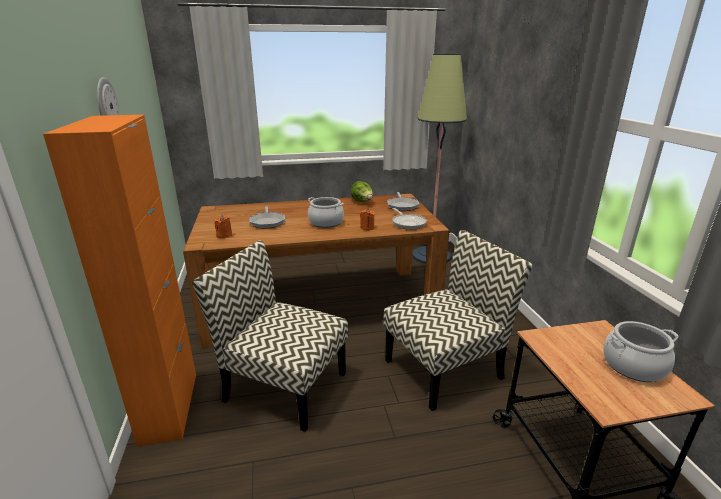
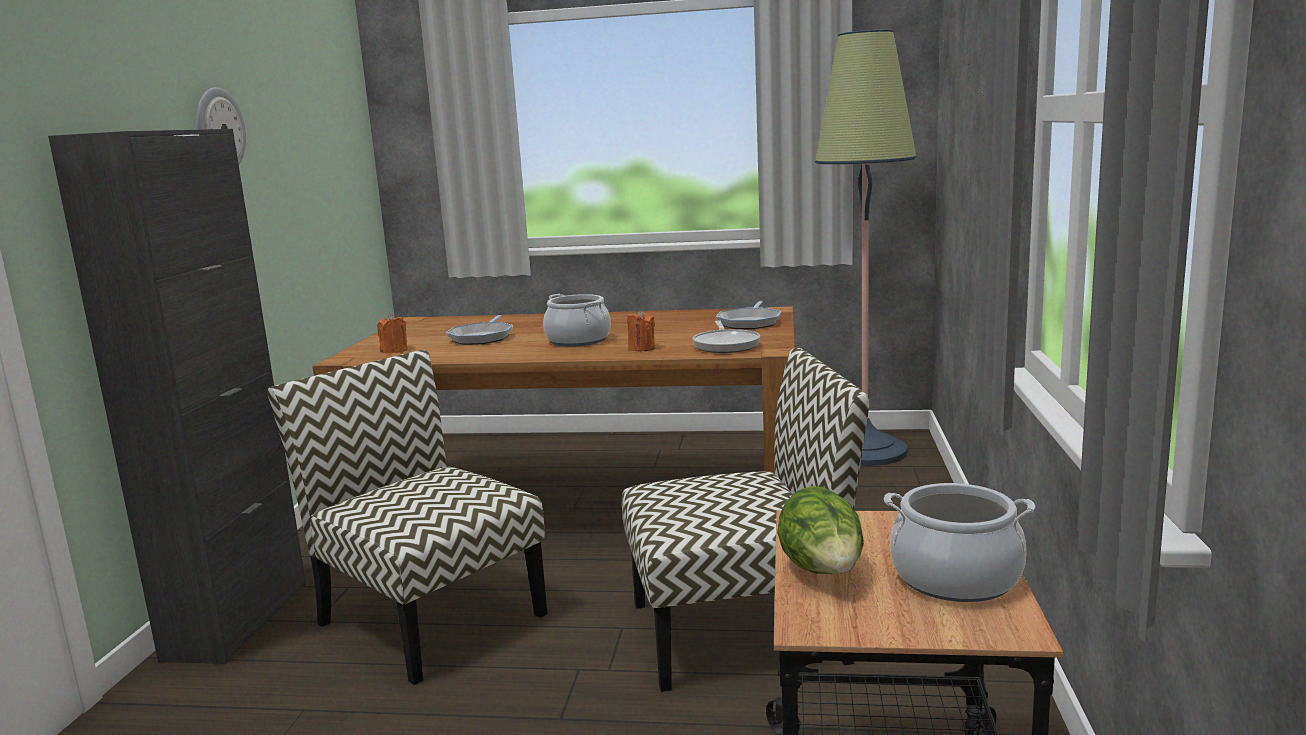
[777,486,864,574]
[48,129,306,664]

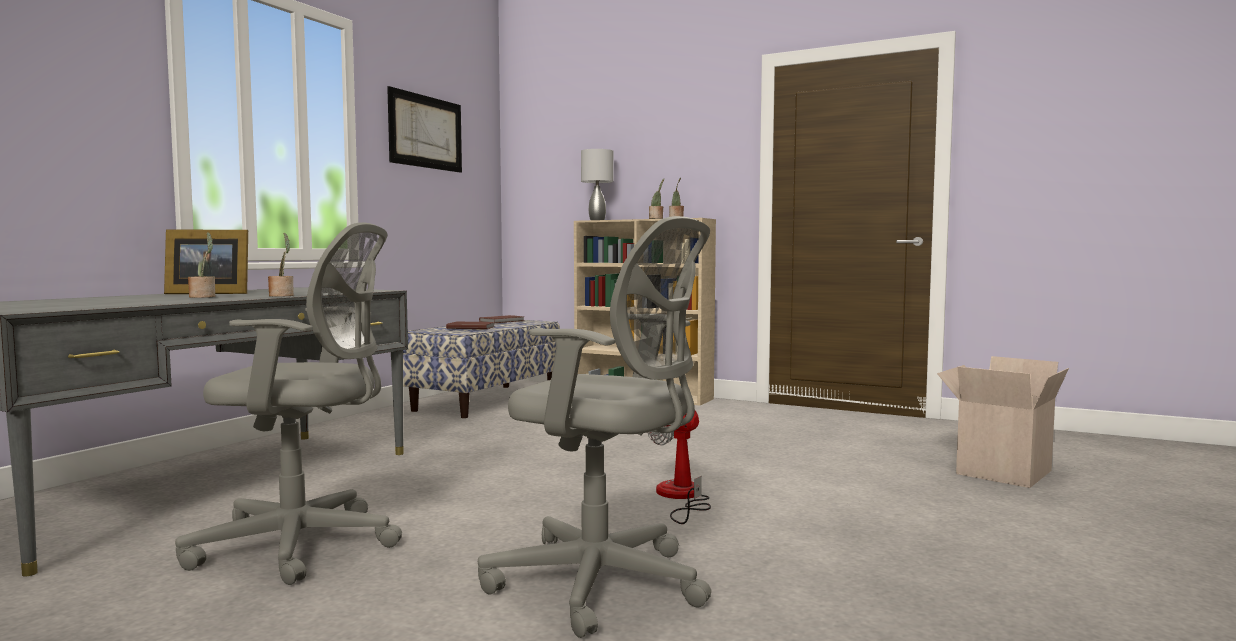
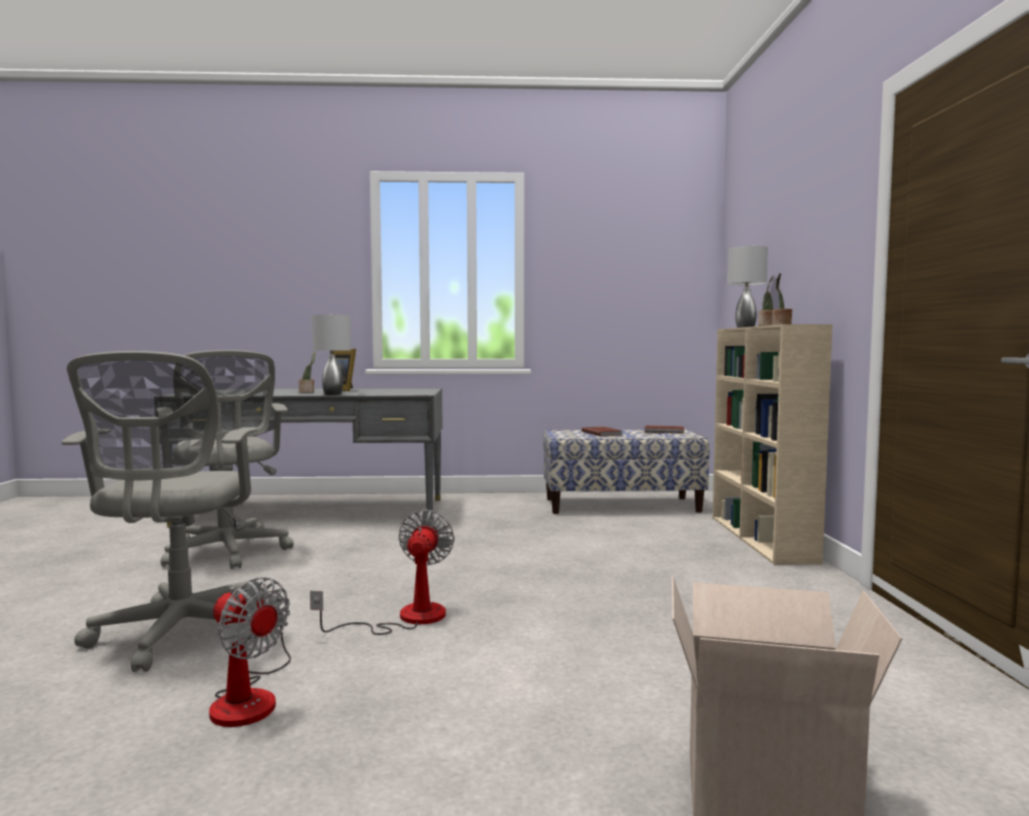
[387,86,462,173] (first image)
[209,577,291,727]
[312,314,351,395]

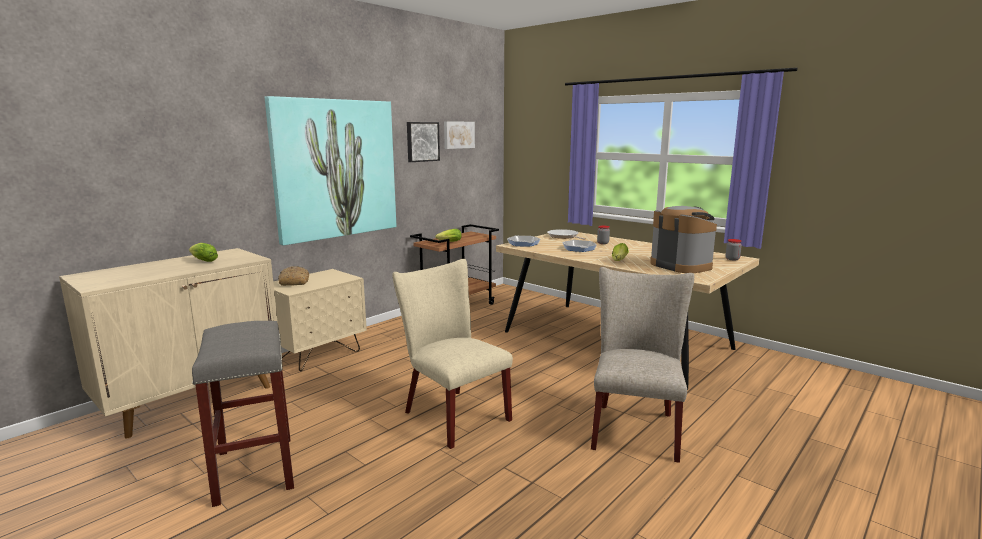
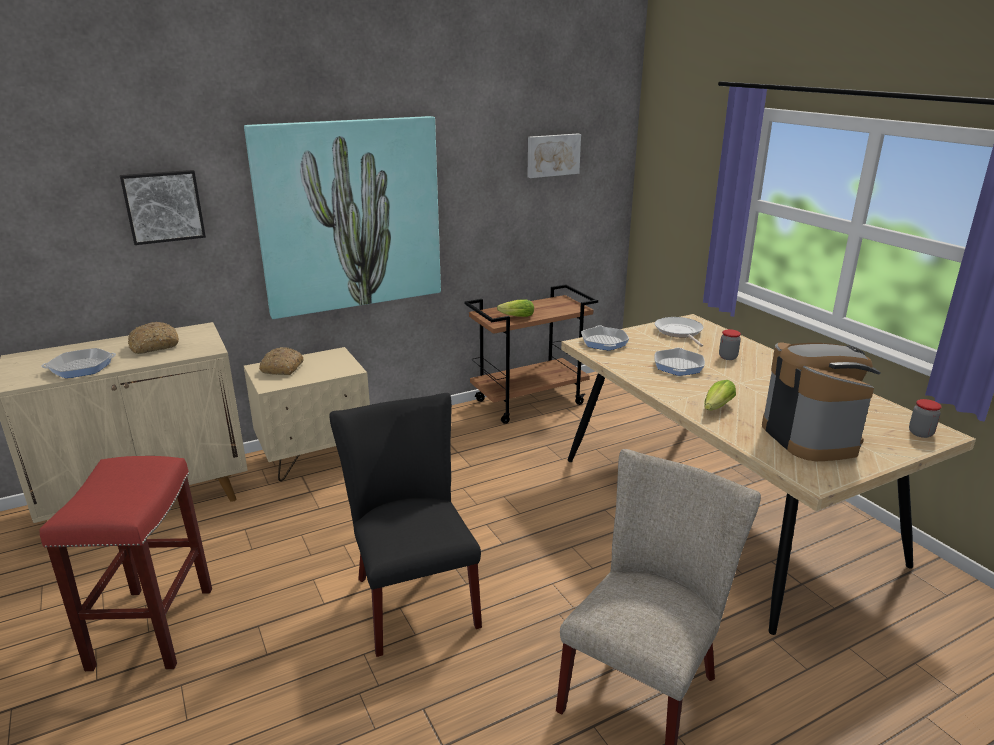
[41,348,116,378]
[120,170,206,245]
[128,322,179,354]
[40,456,212,671]
[329,393,482,657]

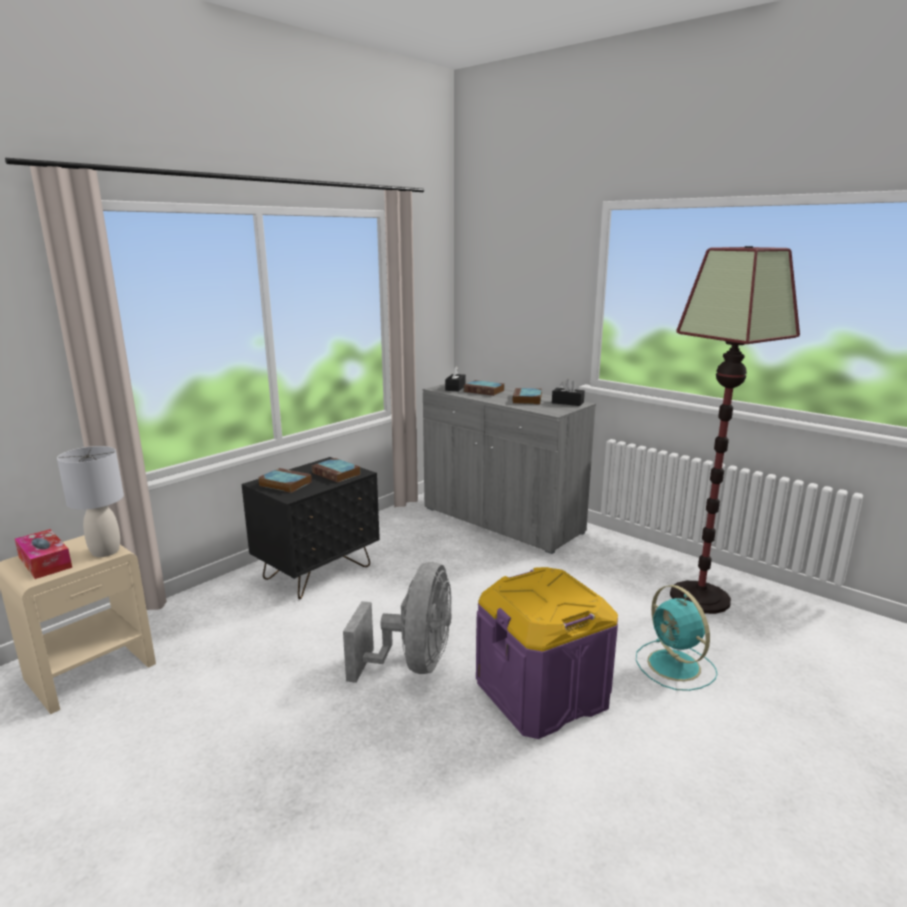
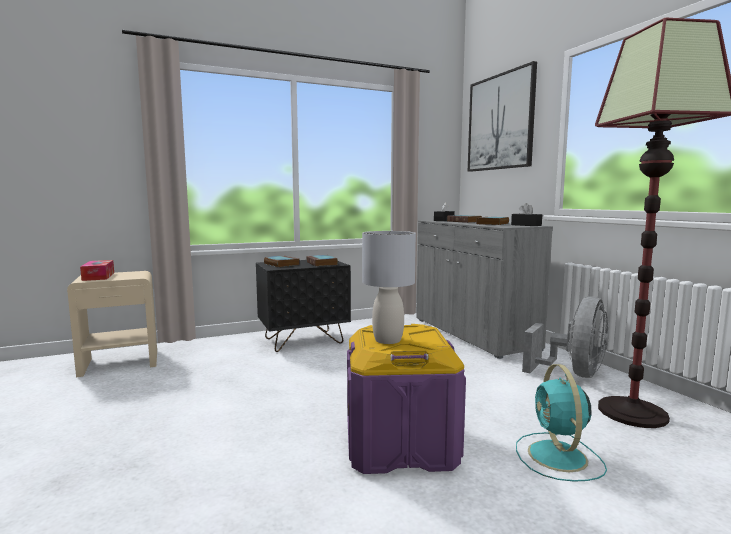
[468,61,537,172]
[362,231,416,344]
[522,296,609,378]

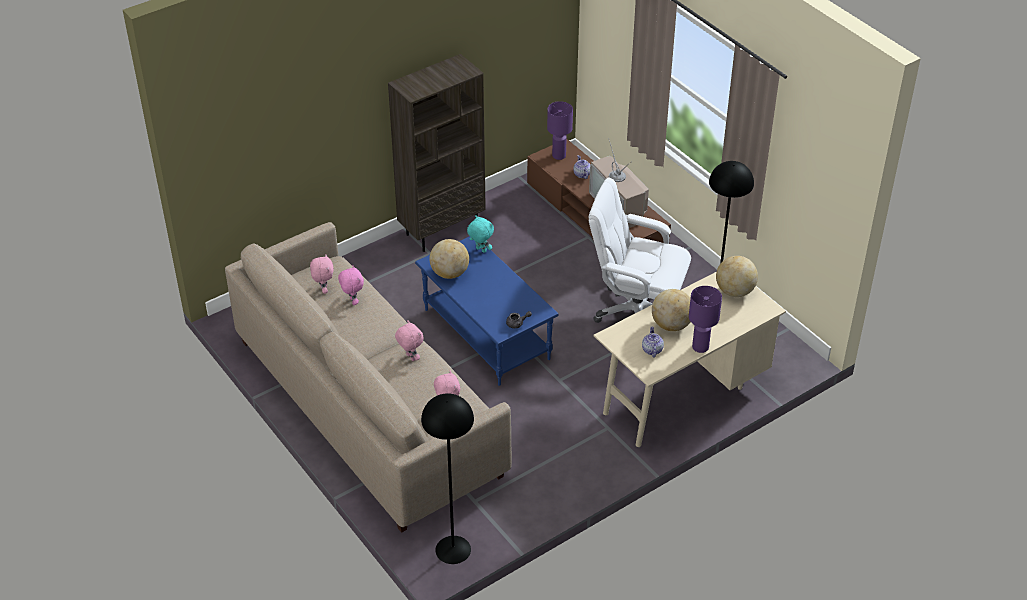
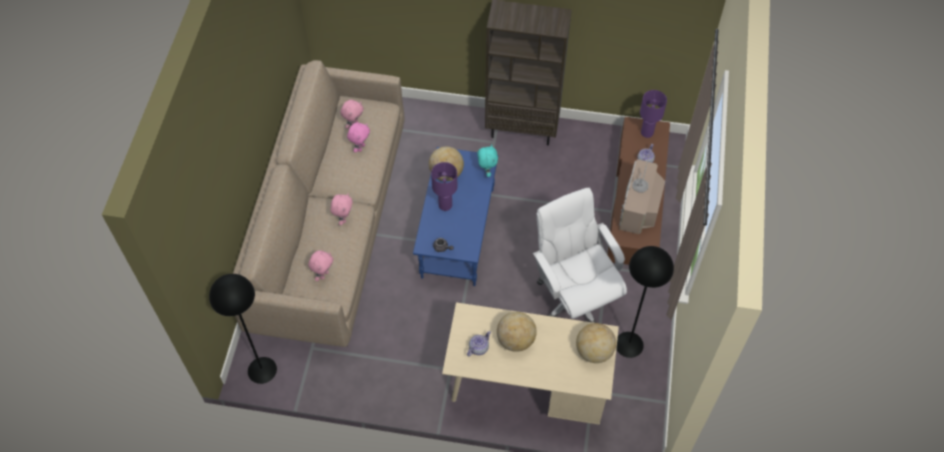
[431,162,457,211]

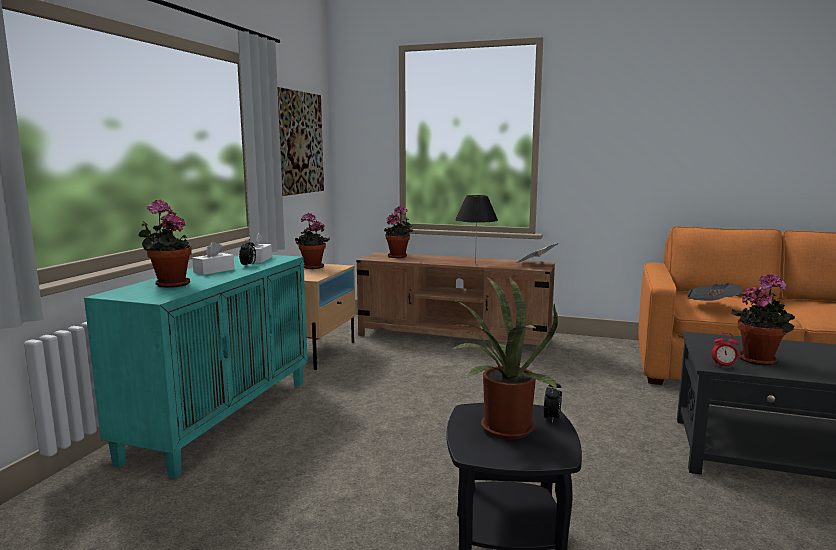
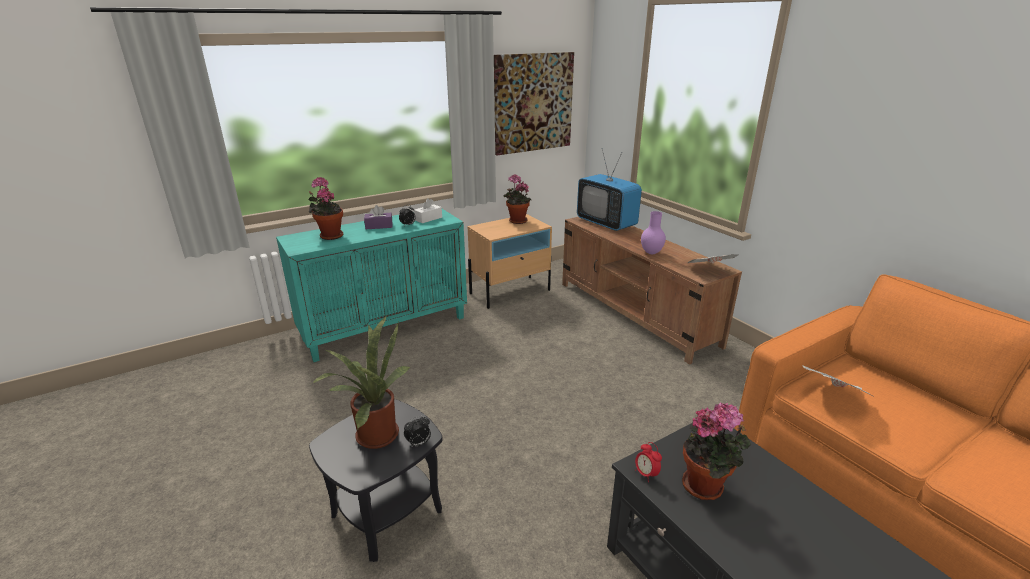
[577,149,642,231]
[641,211,666,254]
[364,205,392,229]

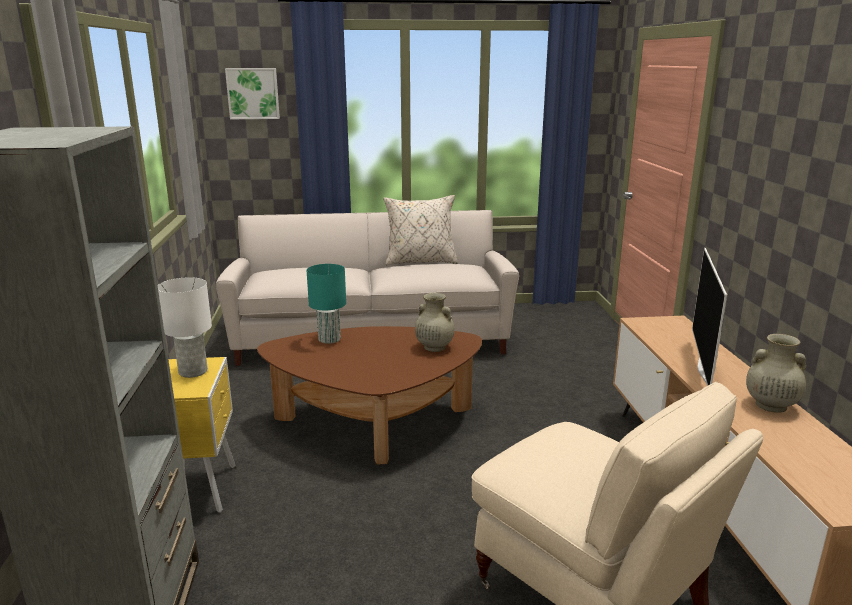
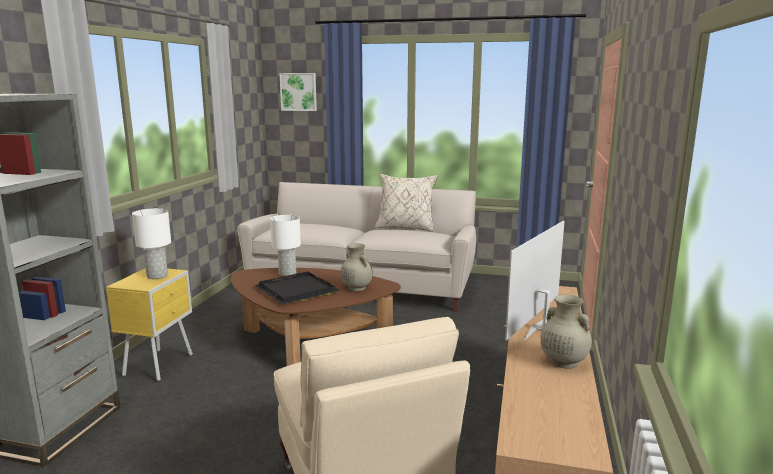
[254,271,340,304]
[270,215,301,276]

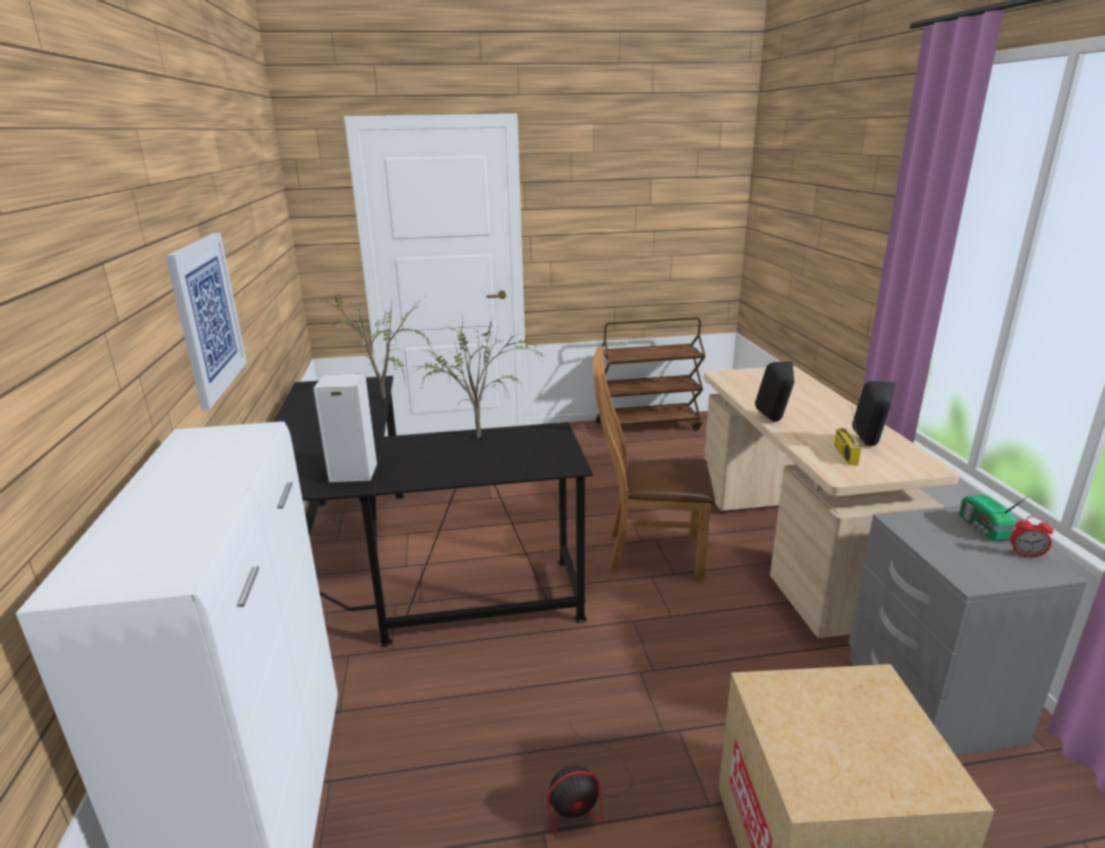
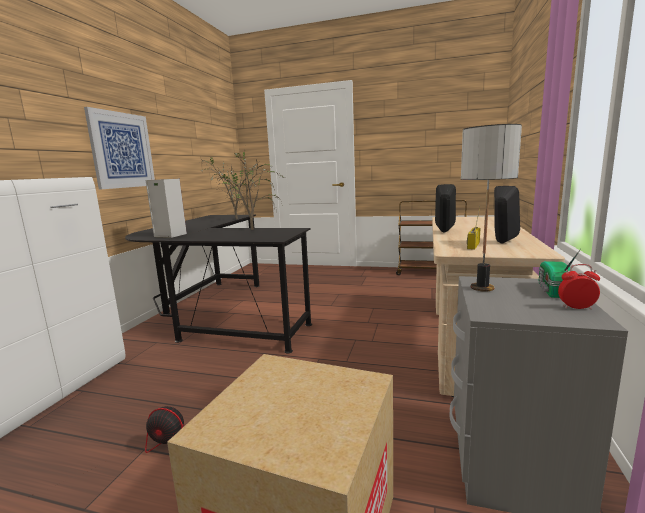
[593,346,715,580] (first image)
[461,124,522,292]
[558,264,600,310]

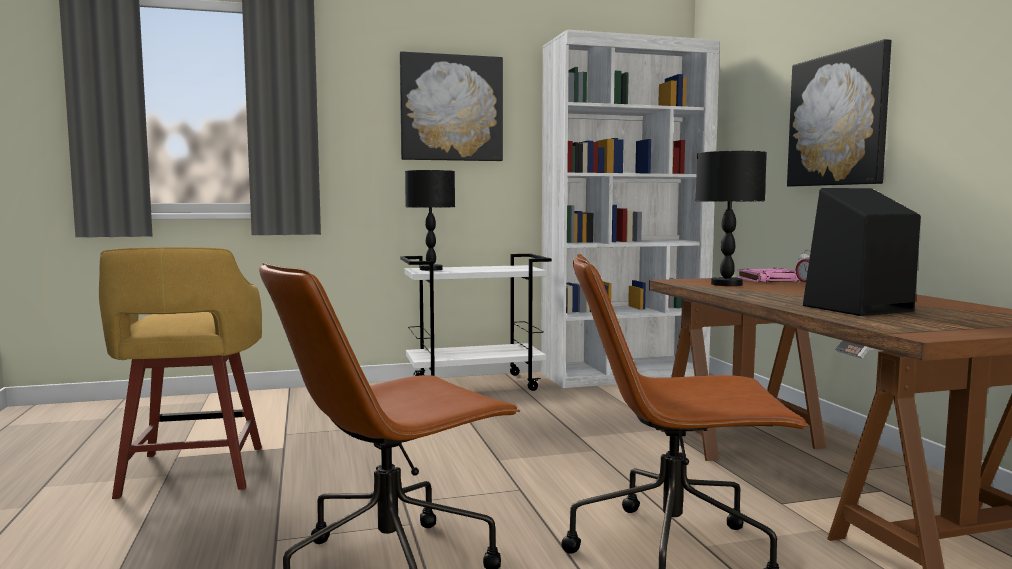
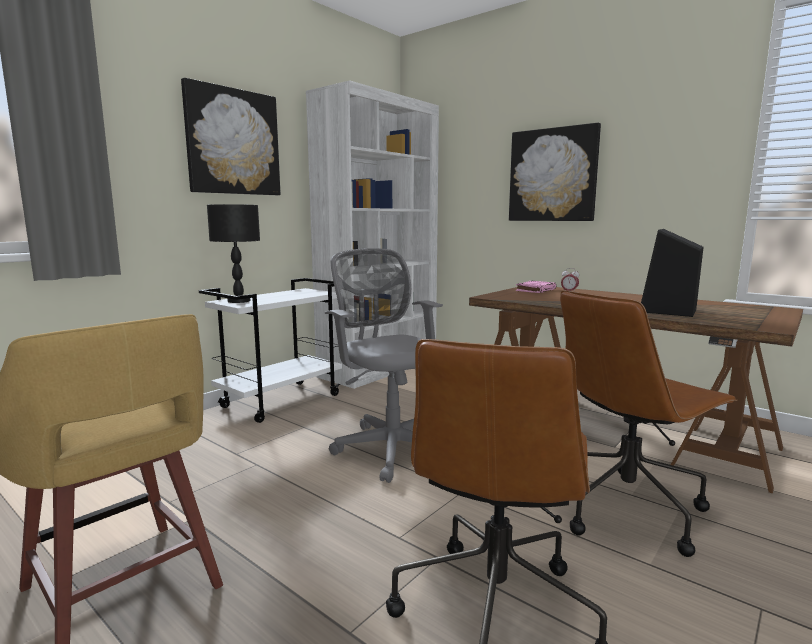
[696,151,767,286] (first image)
[325,248,443,483]

